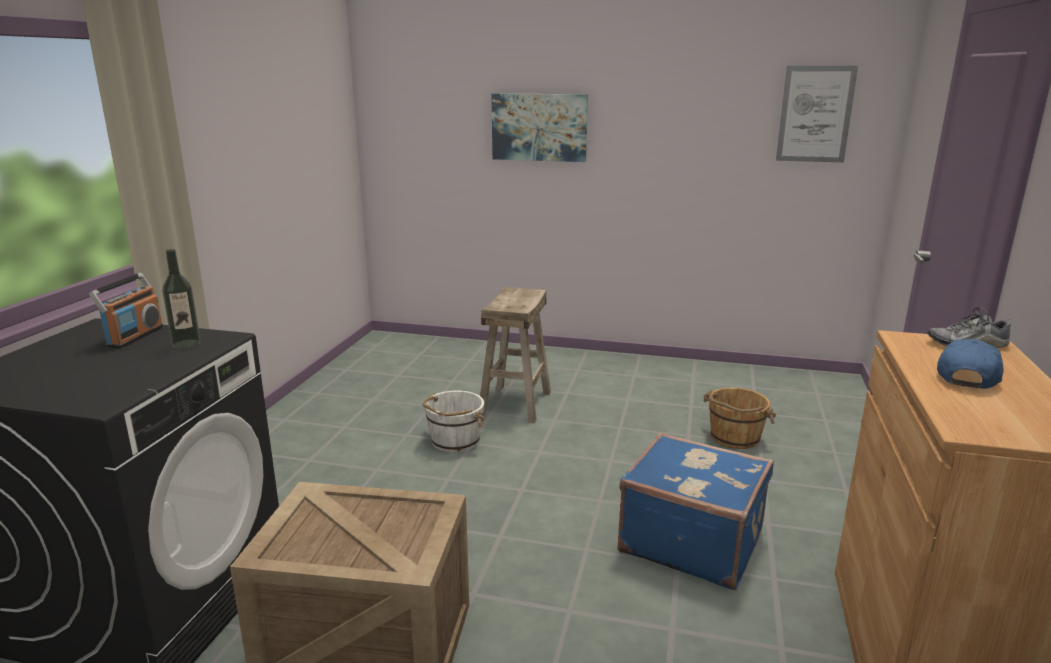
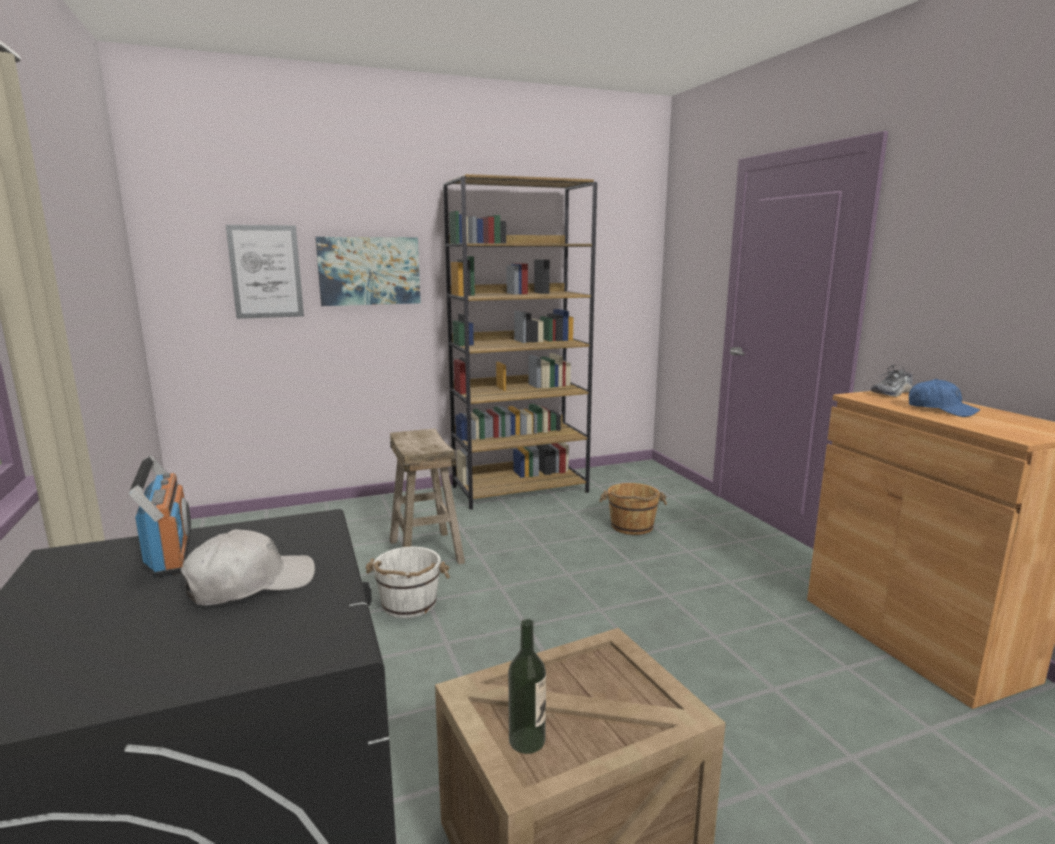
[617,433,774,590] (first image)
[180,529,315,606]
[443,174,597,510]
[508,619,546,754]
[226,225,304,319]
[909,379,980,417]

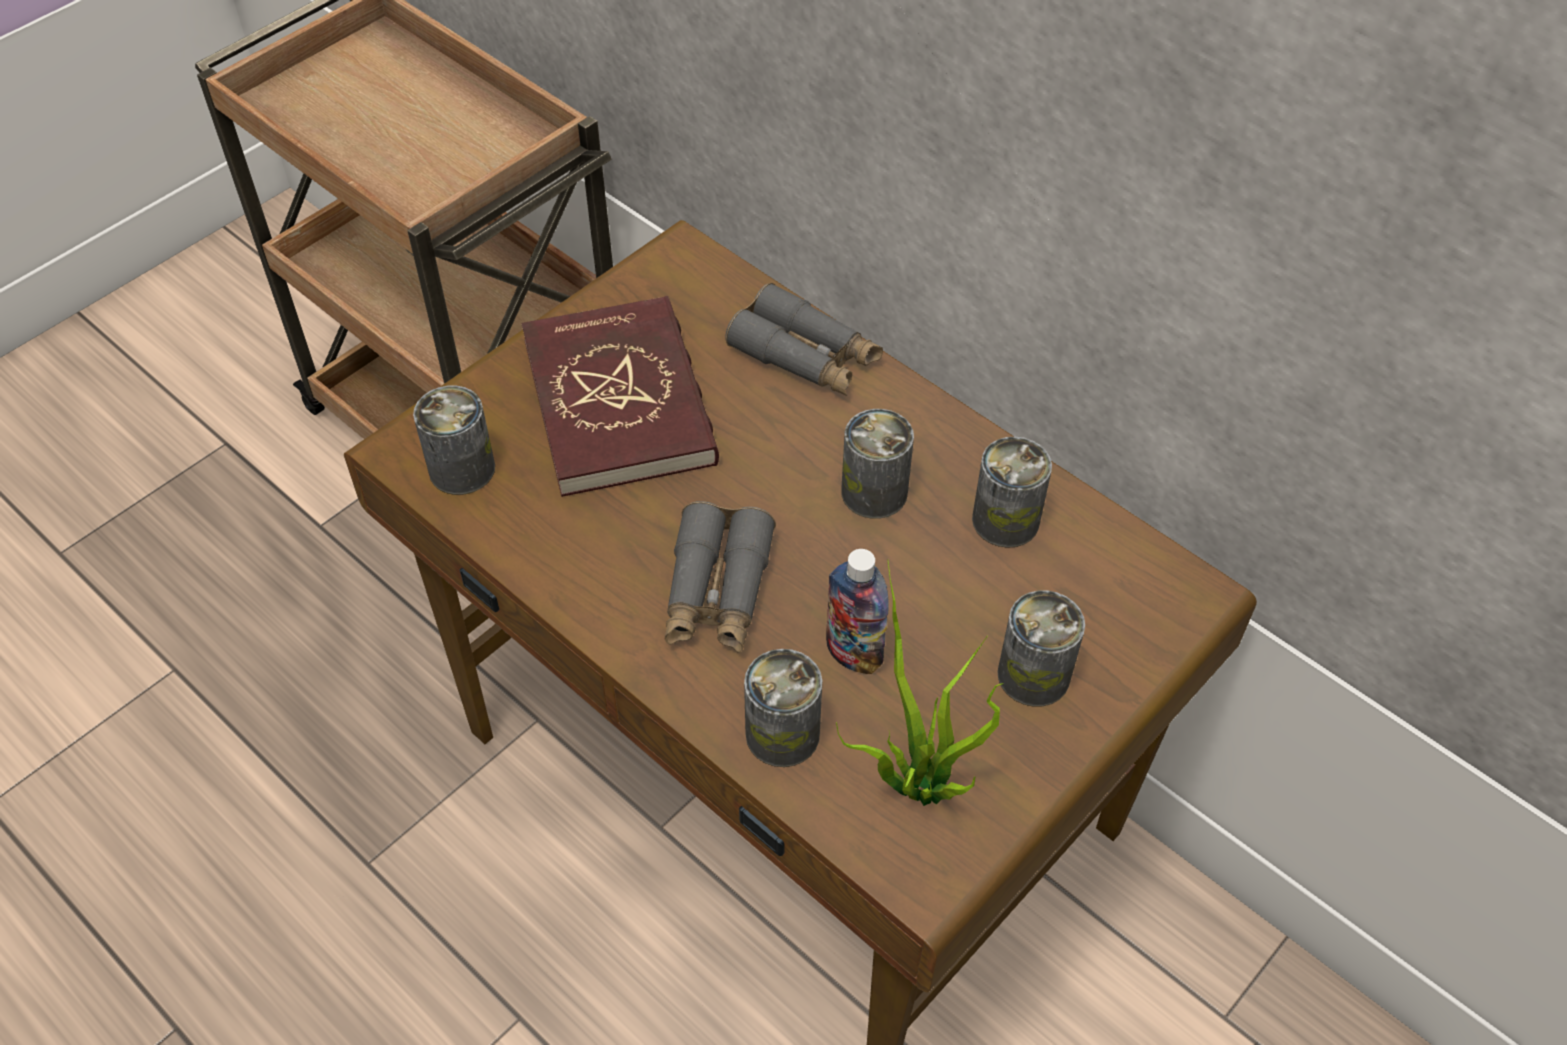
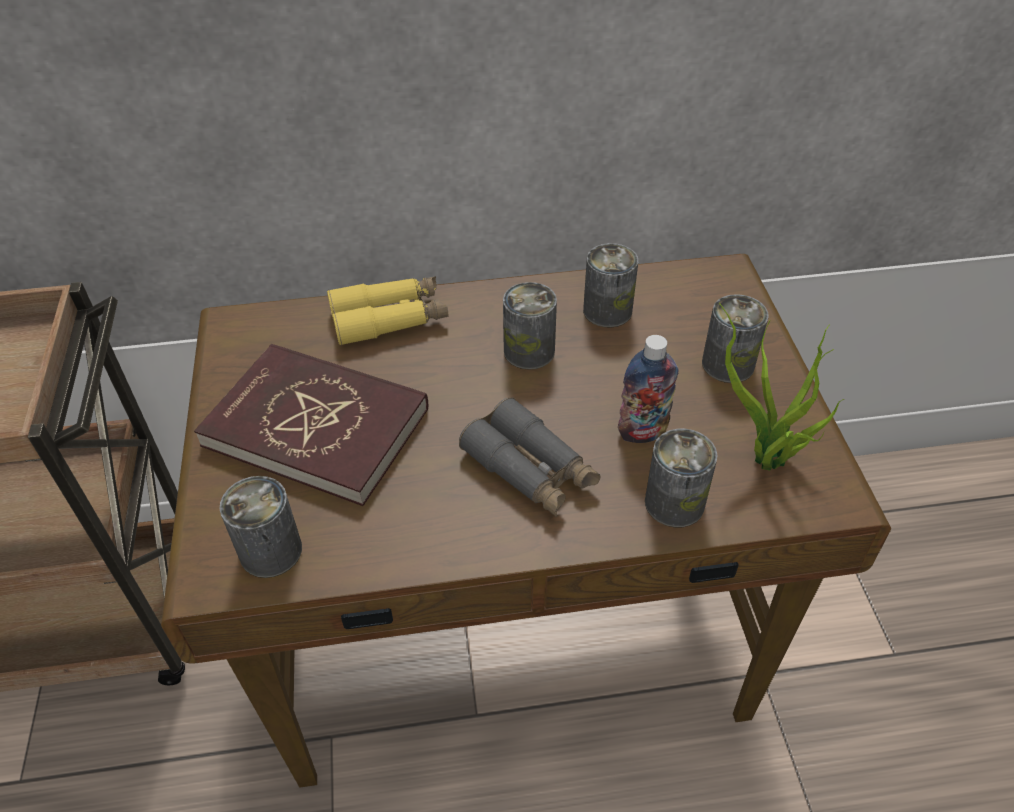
[327,276,448,346]

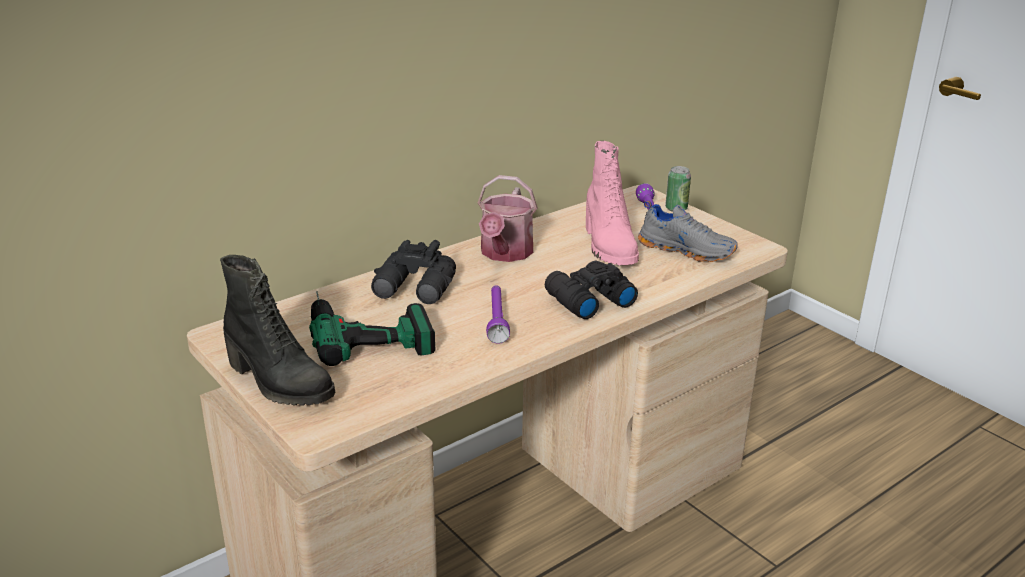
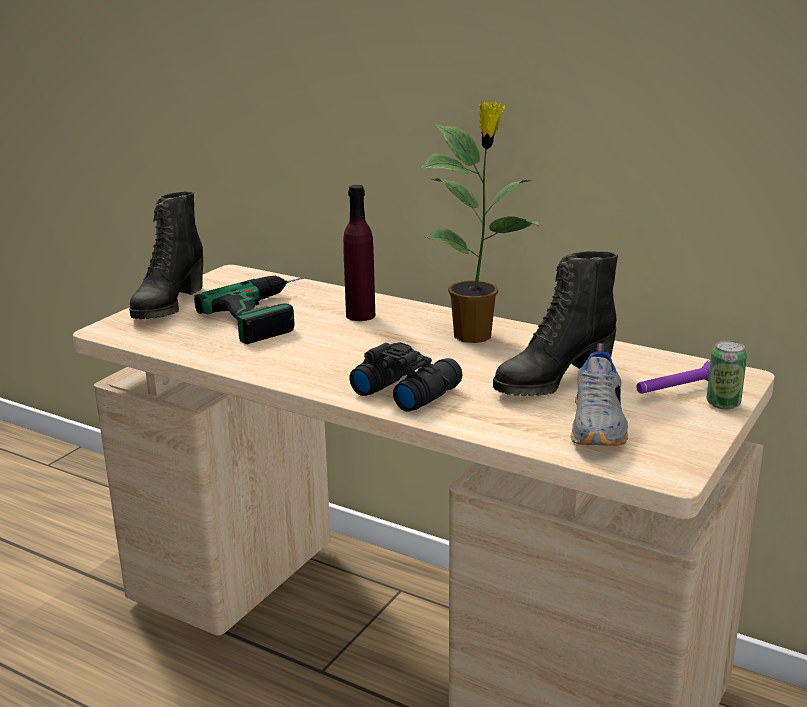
[486,285,510,344] (first image)
[343,185,375,321]
[419,101,540,343]
[493,251,618,396]

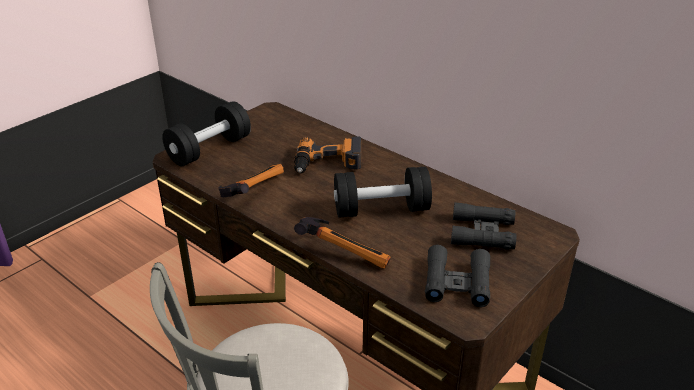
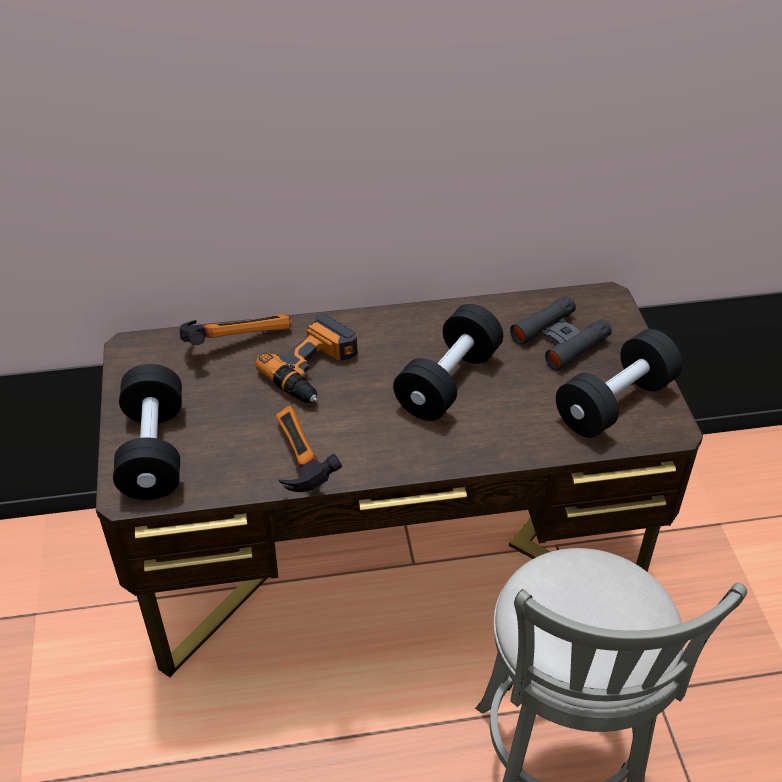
[180,314,291,345]
[556,329,683,438]

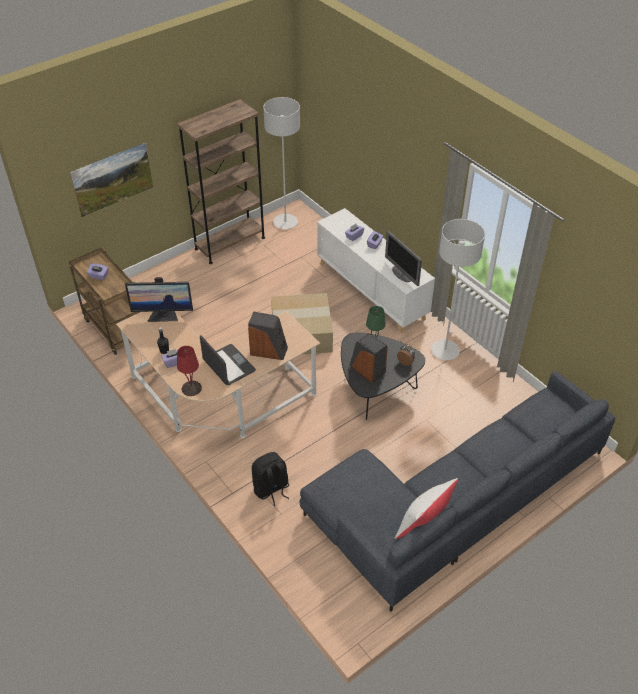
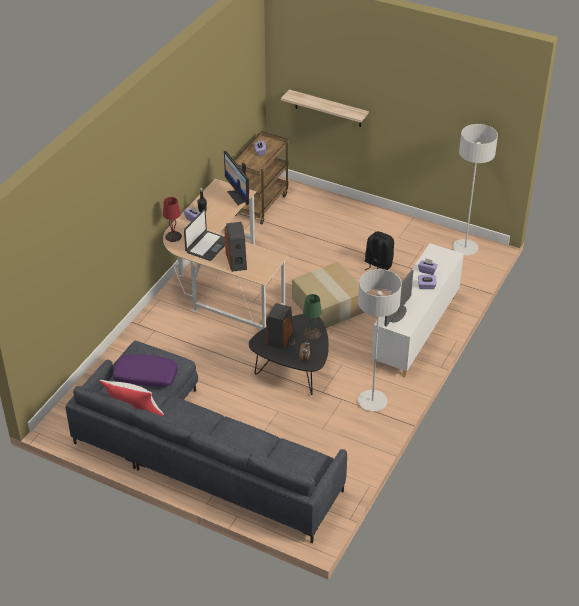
[177,99,265,264] (first image)
[113,354,178,386]
[365,231,394,270]
[281,89,369,127]

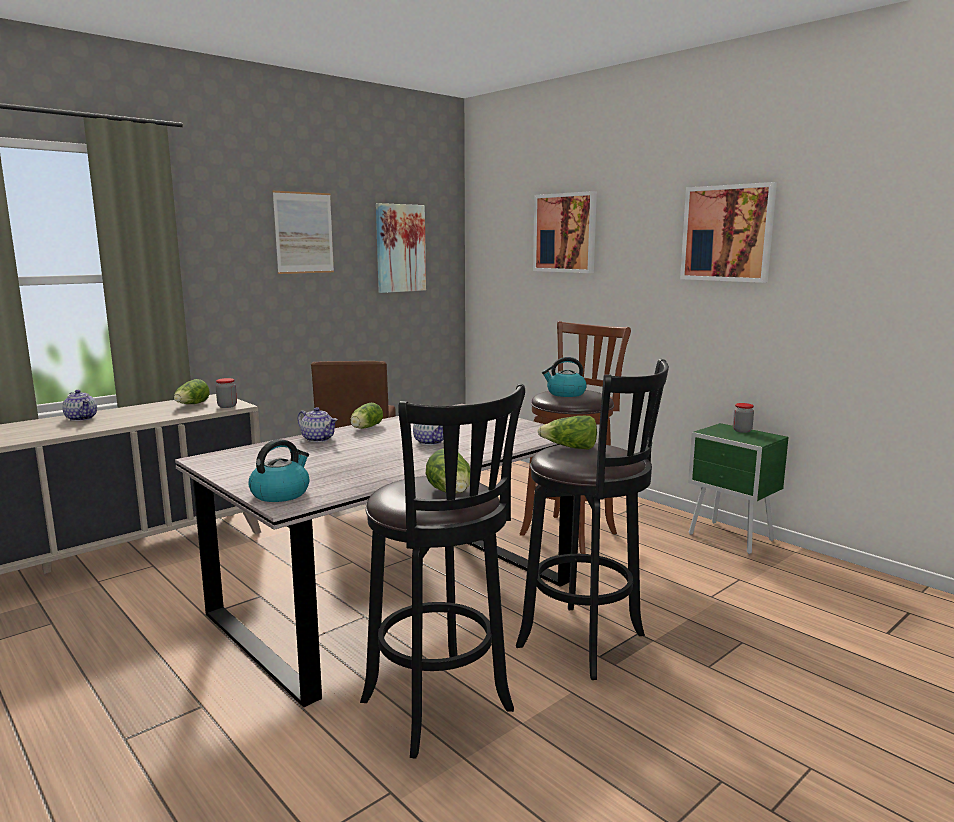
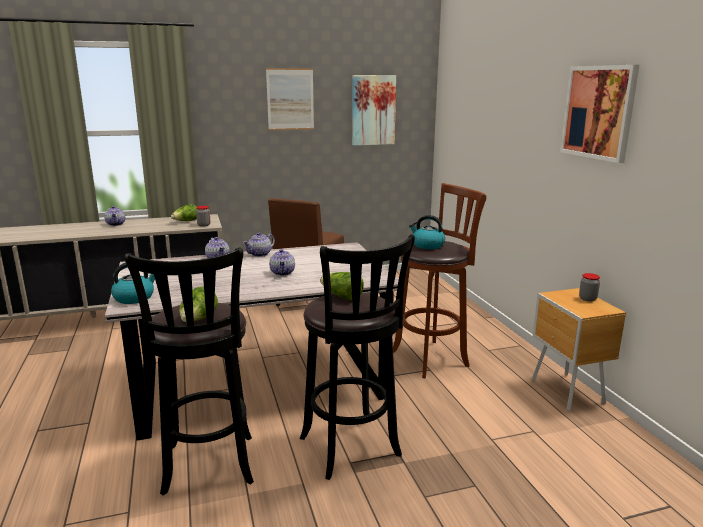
[533,191,597,273] (first image)
[243,232,275,257]
[531,288,626,411]

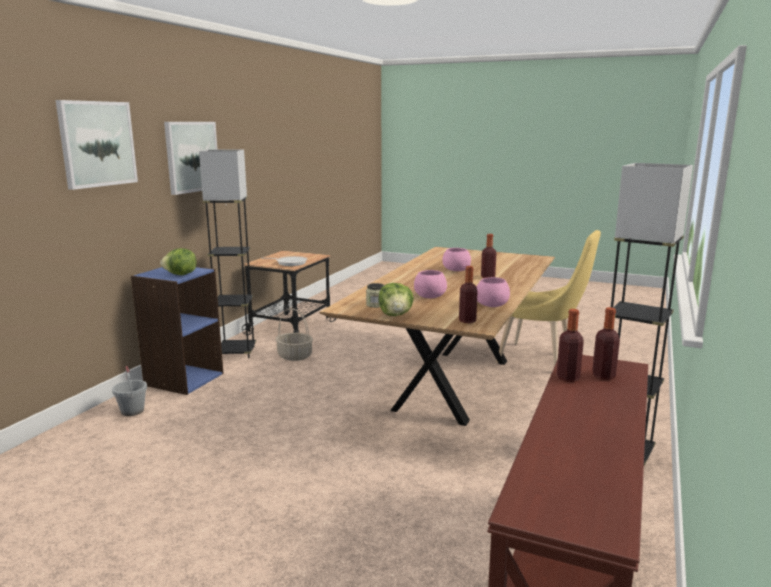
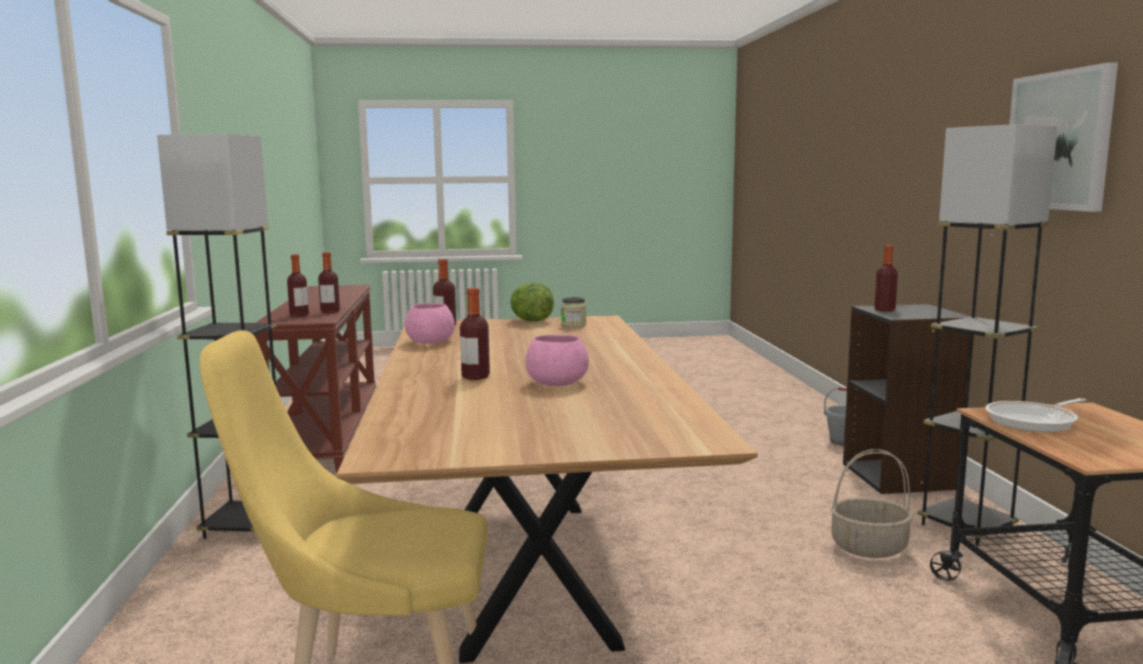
[56,100,138,190] (first image)
[414,270,447,298] (first image)
[874,245,898,312]
[843,304,974,494]

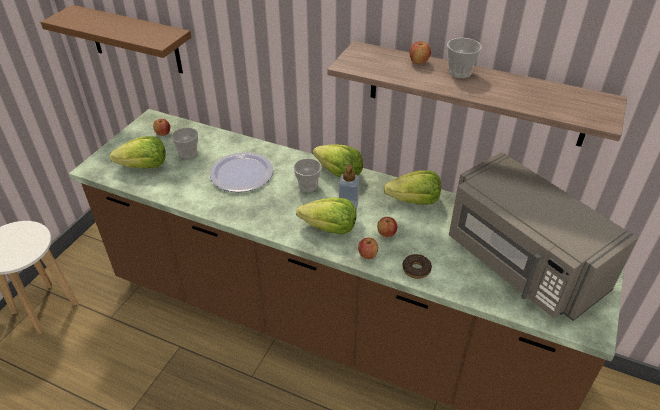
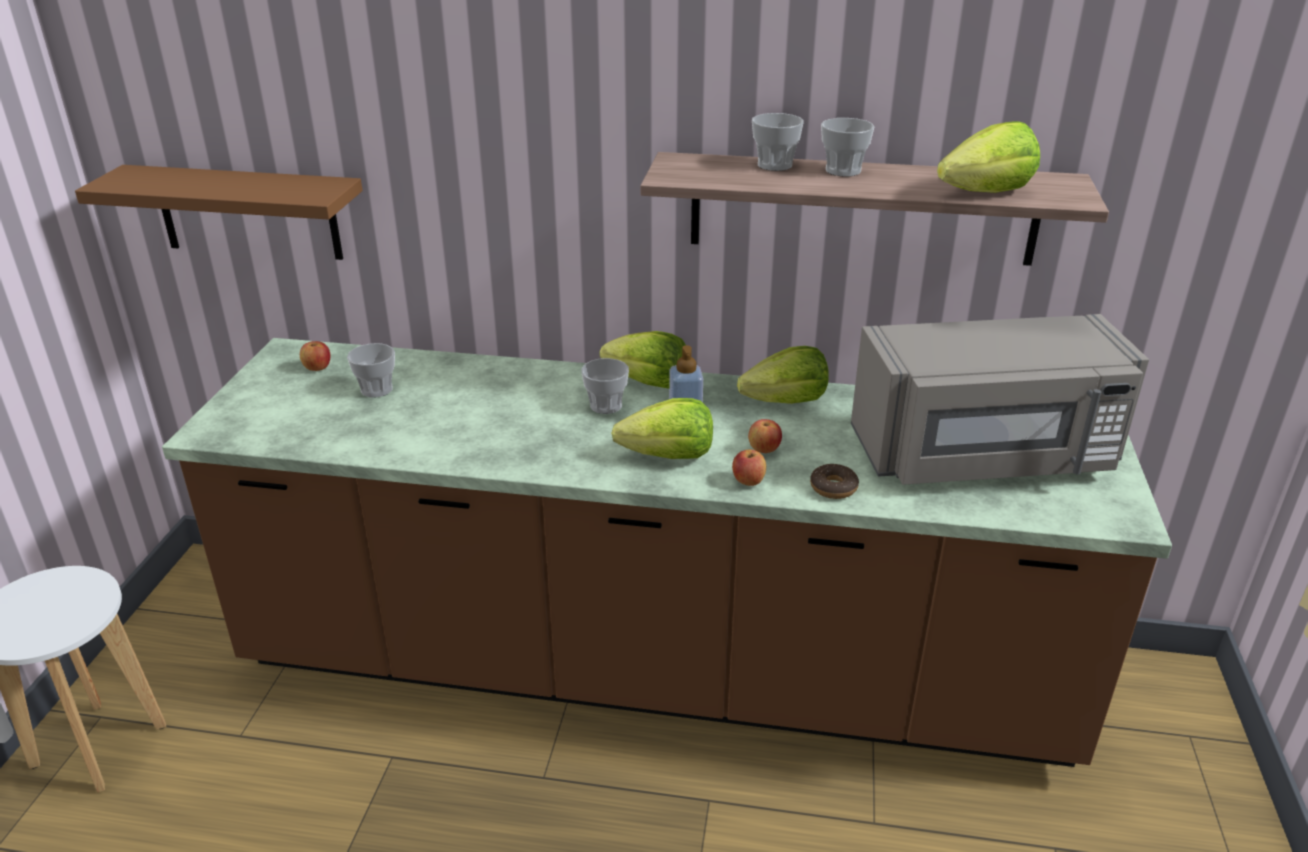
[210,152,273,192] (first image)
[937,121,1040,193]
[752,113,804,171]
[851,314,1149,485]

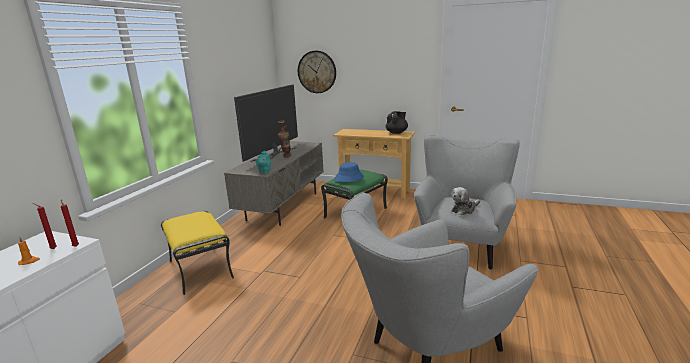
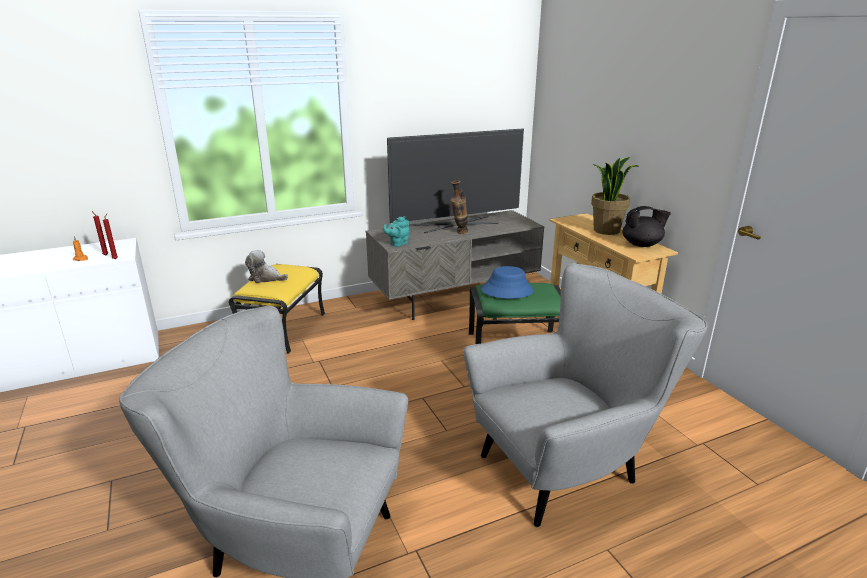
[298,51,336,93] (first image)
[591,157,640,235]
[245,250,288,283]

